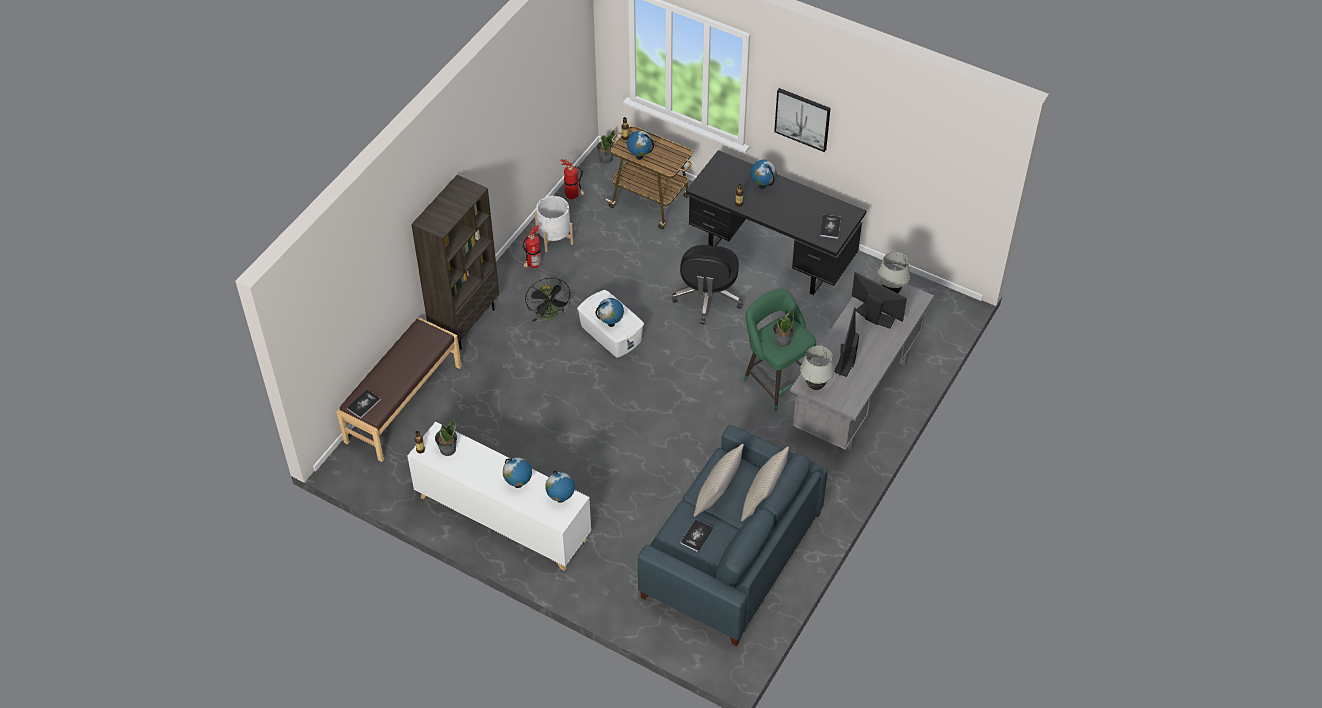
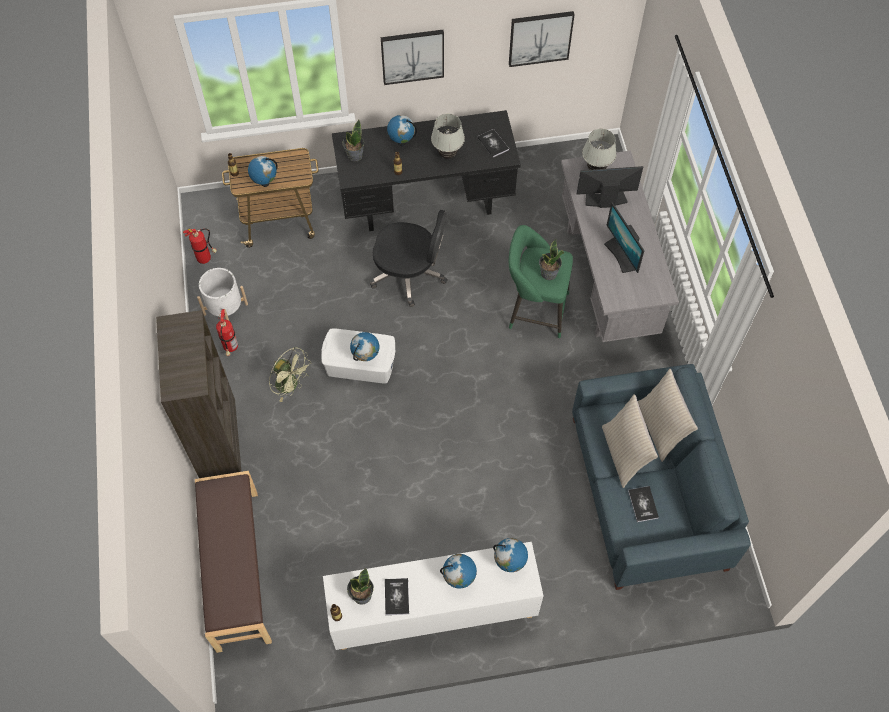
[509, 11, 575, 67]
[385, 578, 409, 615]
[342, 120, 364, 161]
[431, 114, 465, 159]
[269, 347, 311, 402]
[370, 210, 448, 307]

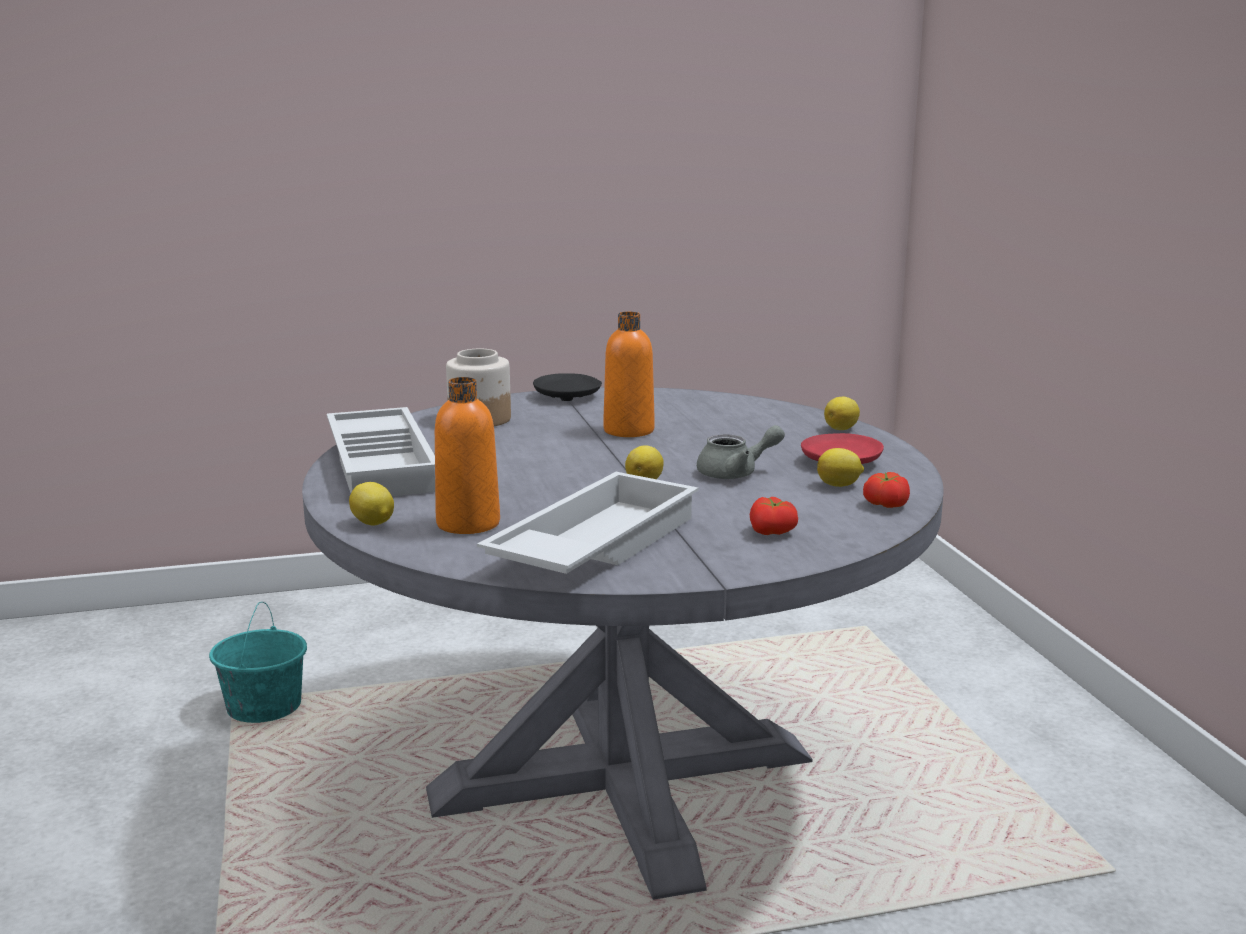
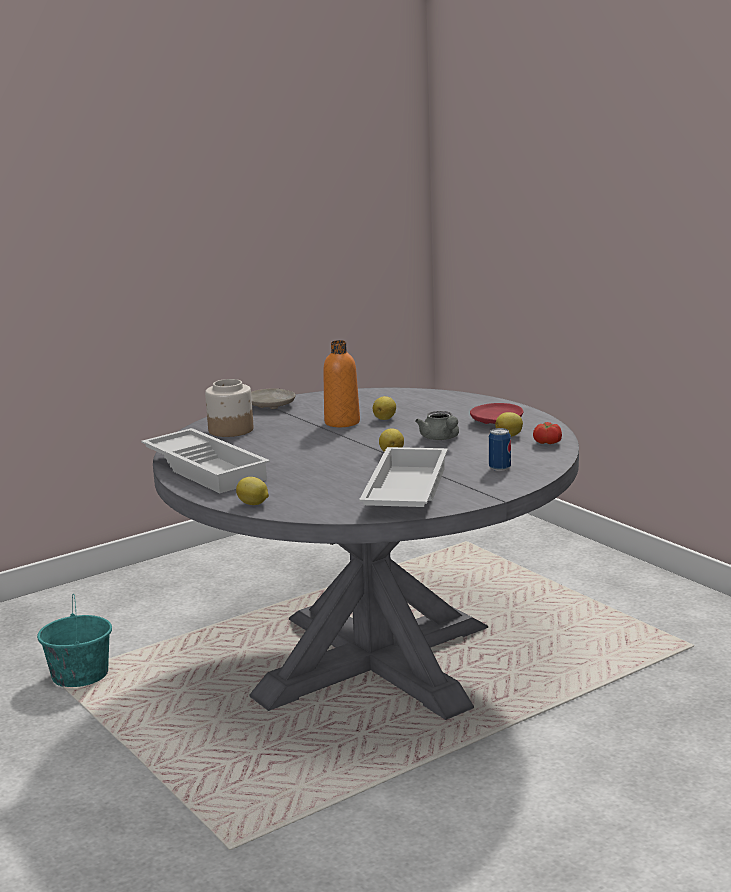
[435, 377, 500, 534] (first image)
[373, 396, 396, 420]
[489, 428, 511, 471]
[251, 388, 296, 409]
[415, 411, 459, 440]

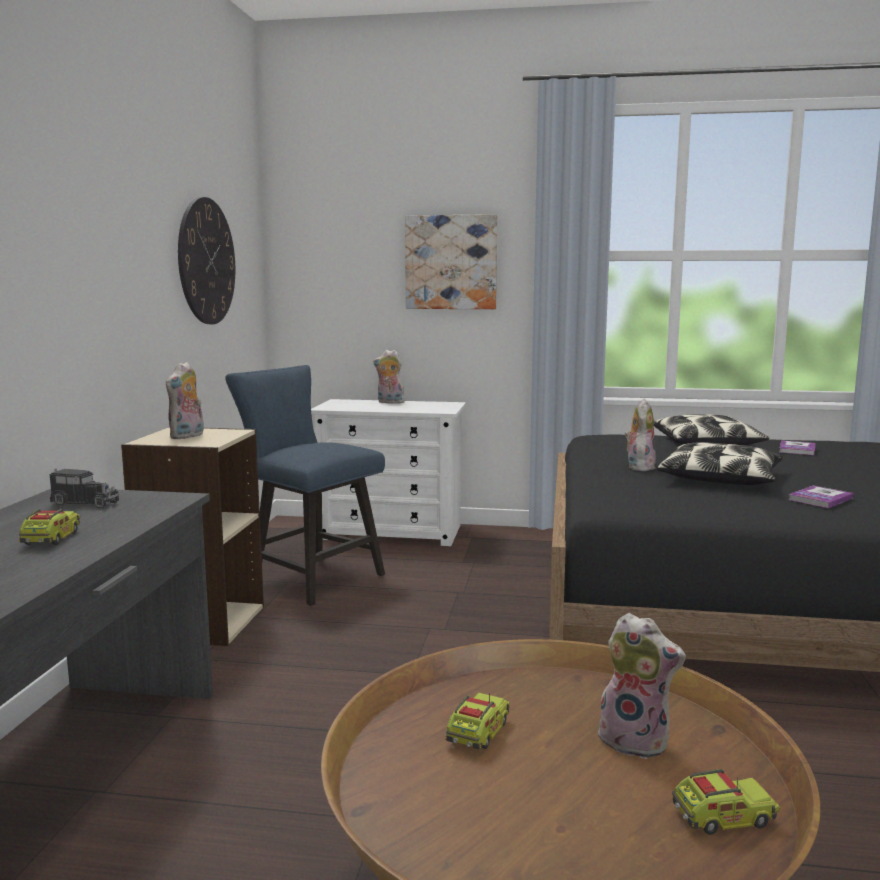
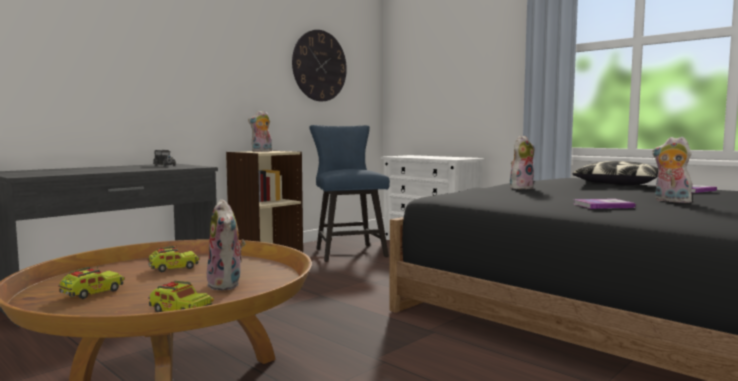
[405, 214, 498, 309] (first image)
[657, 442, 783, 485] (first image)
[58, 264, 125, 299]
[652, 136, 694, 203]

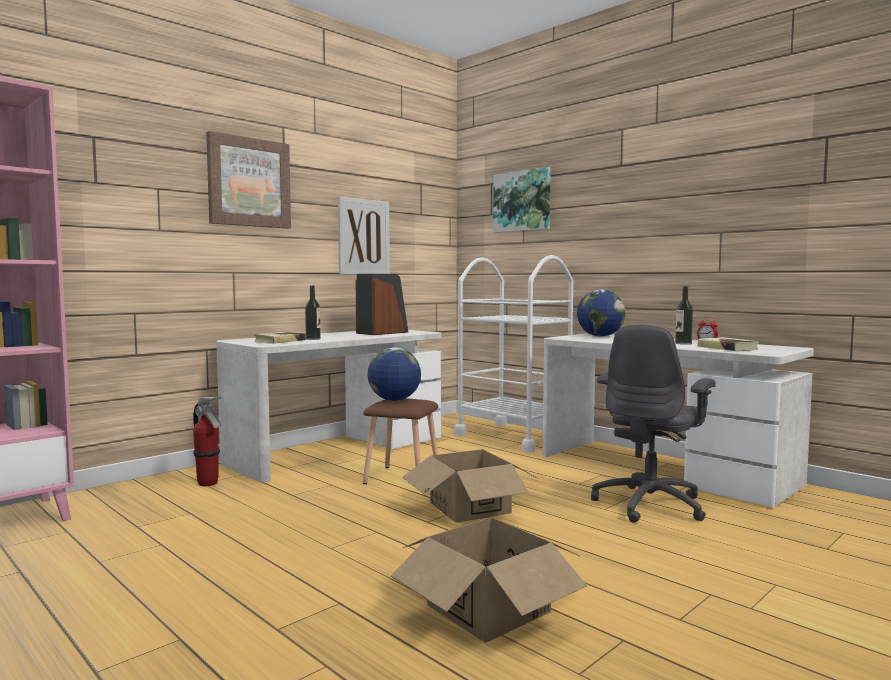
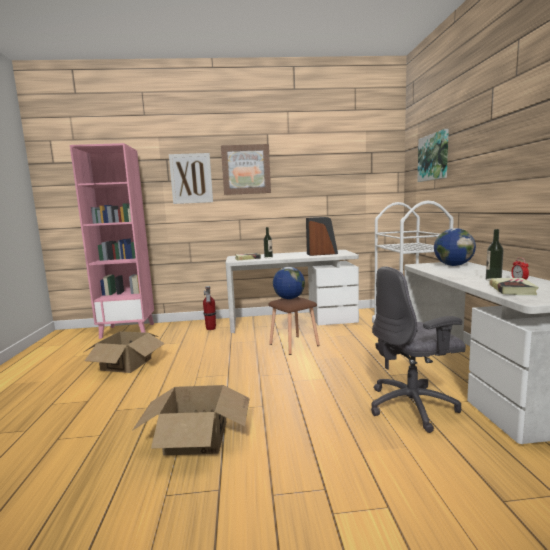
[169, 153, 213, 204]
[84, 331, 165, 373]

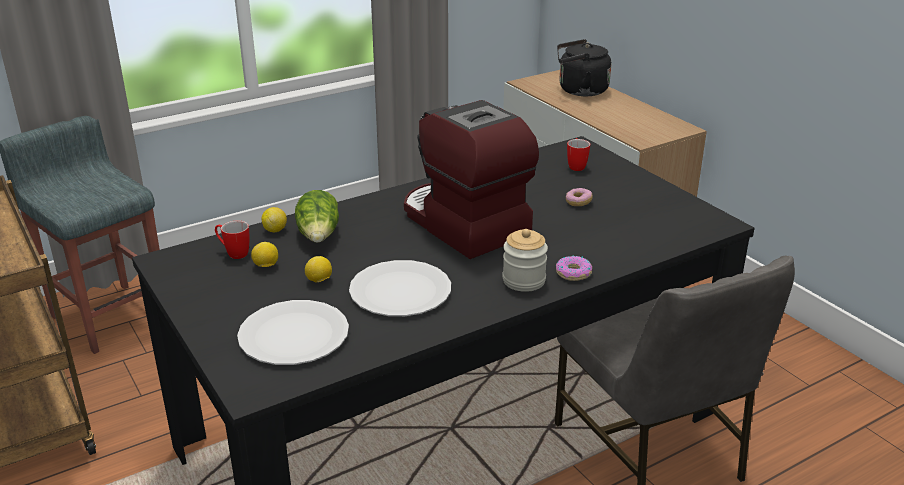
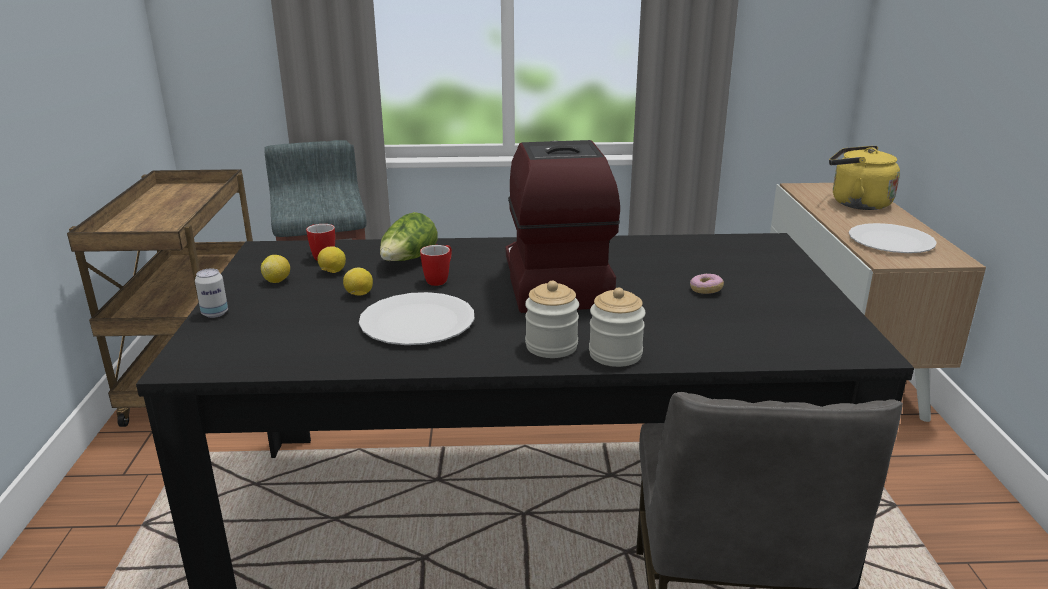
[195, 268, 228, 318]
[849, 223, 937, 253]
[261, 255, 290, 283]
[420, 245, 452, 286]
[589, 287, 646, 367]
[829, 146, 900, 210]

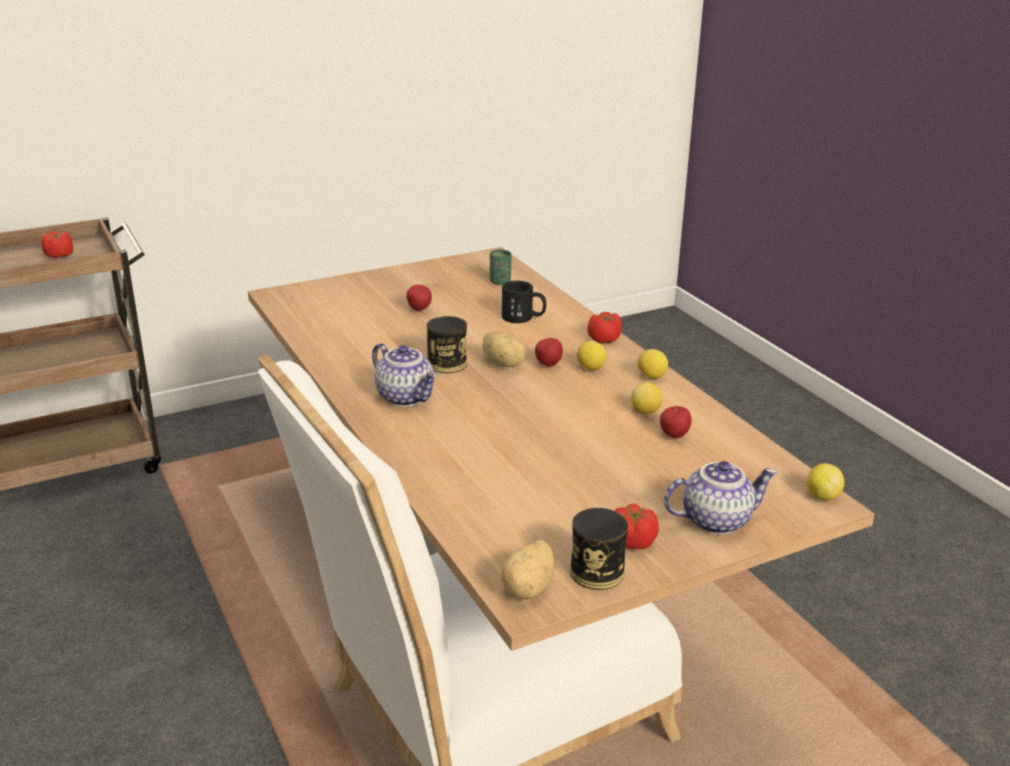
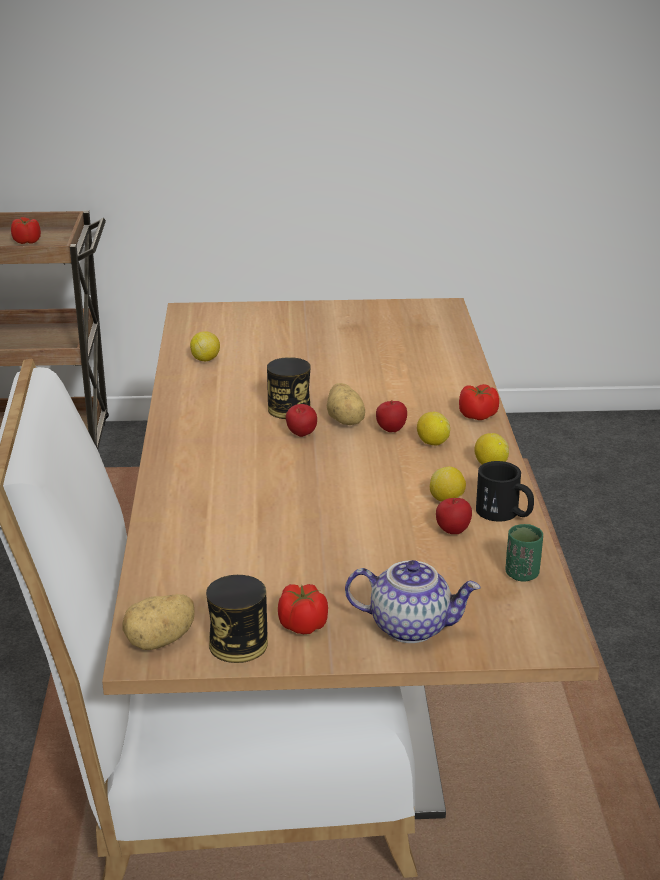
[372, 343, 438, 407] (first image)
[286, 404, 317, 437]
[505, 524, 543, 582]
[476, 461, 534, 521]
[190, 331, 220, 361]

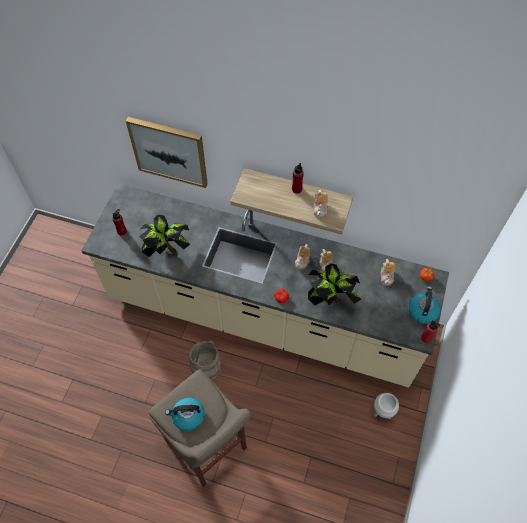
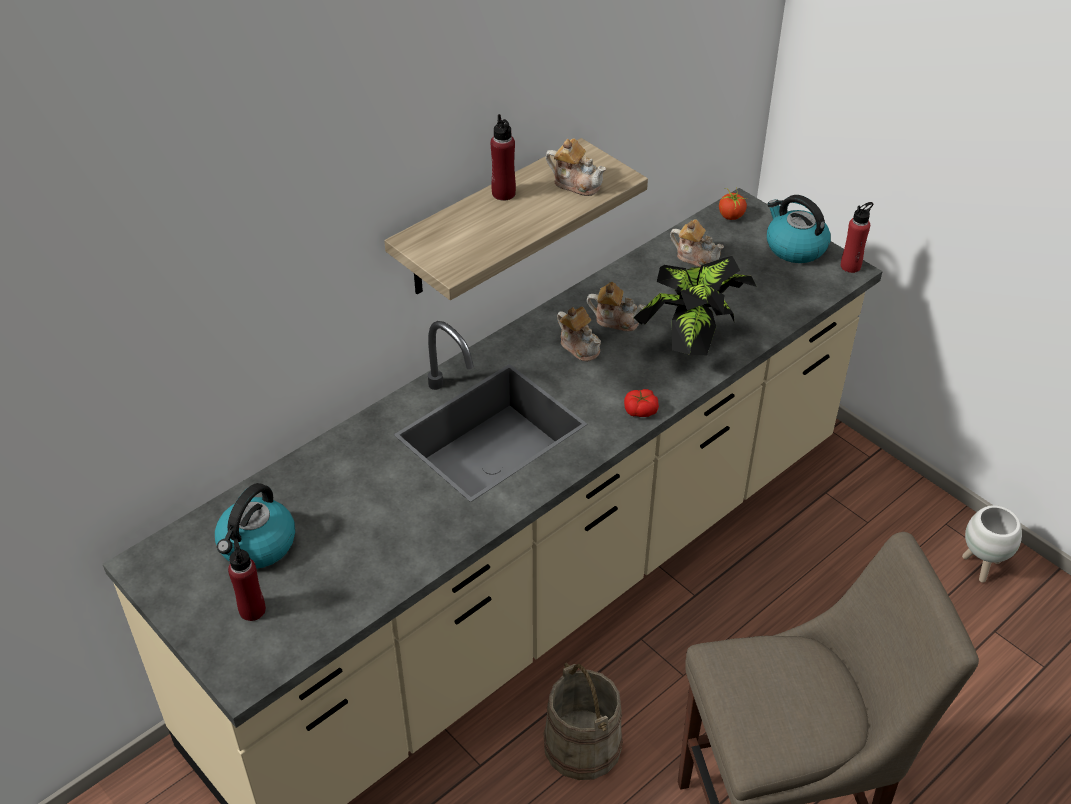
[126, 117, 208, 188] (first image)
[139, 215, 190, 257] (first image)
[215, 483, 295, 569]
[962, 505, 1022, 583]

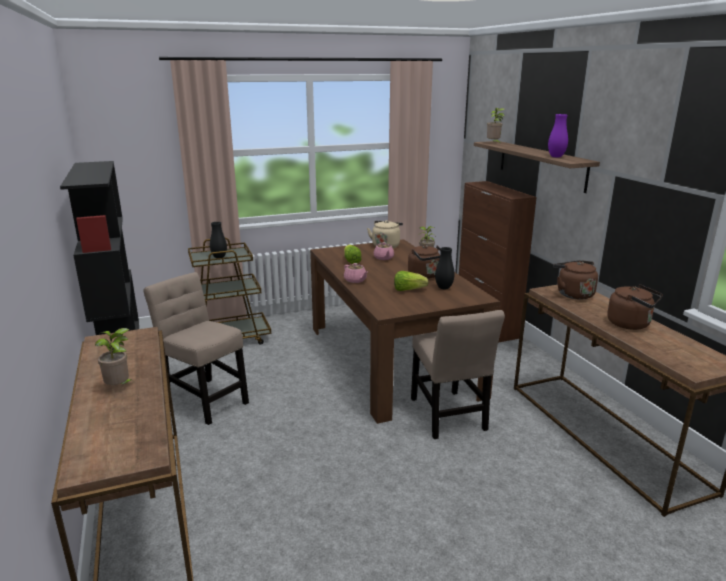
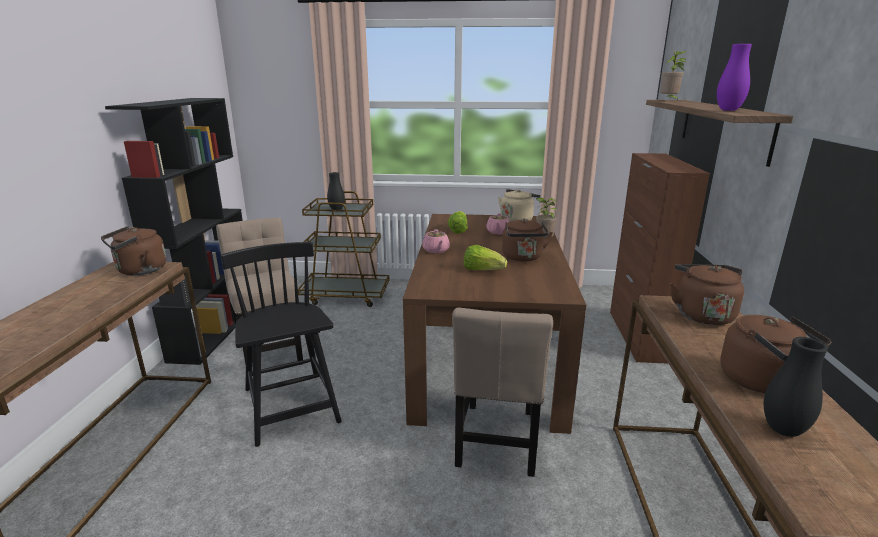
[95, 328, 131, 385] (first image)
[101, 226, 166, 275]
[221, 242, 342, 447]
[764, 337, 828, 437]

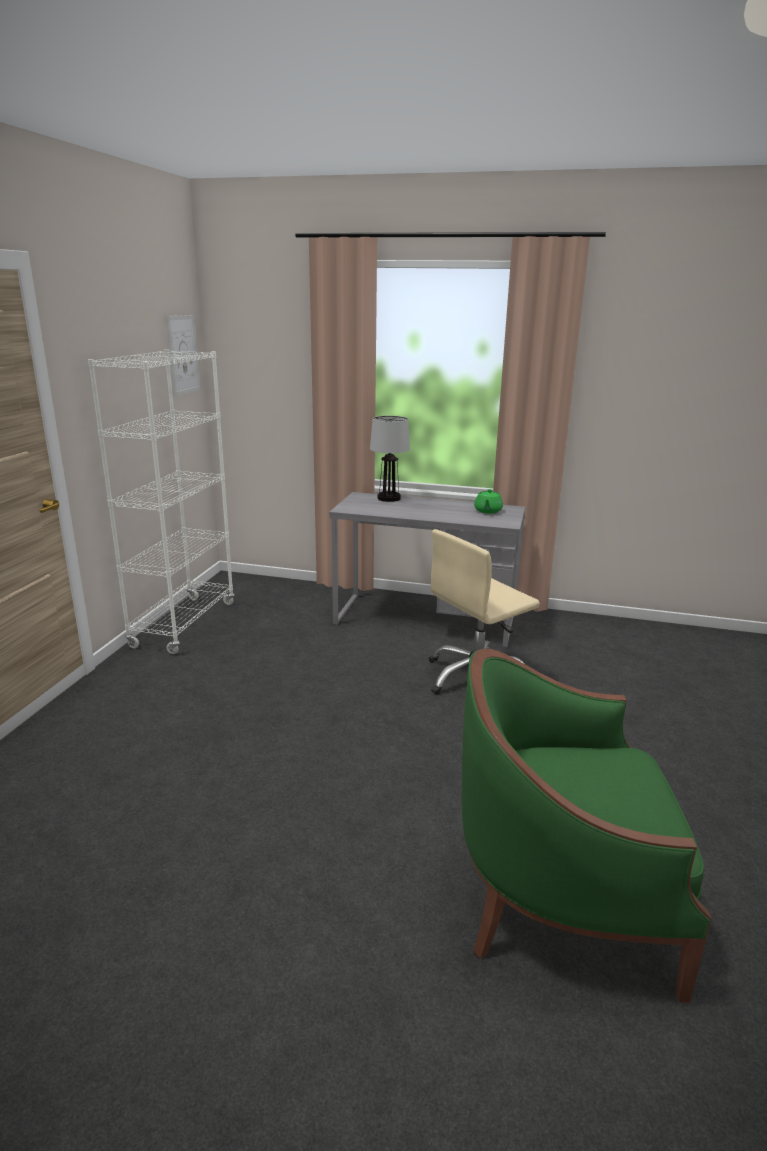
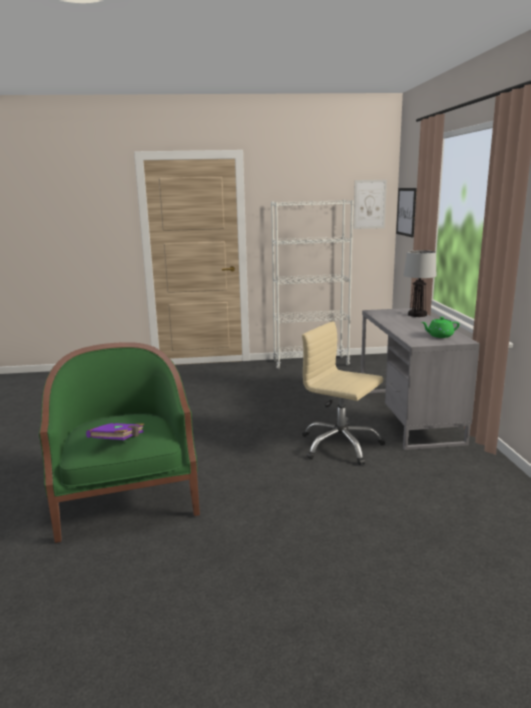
[86, 423, 144, 440]
[396, 188, 417, 237]

